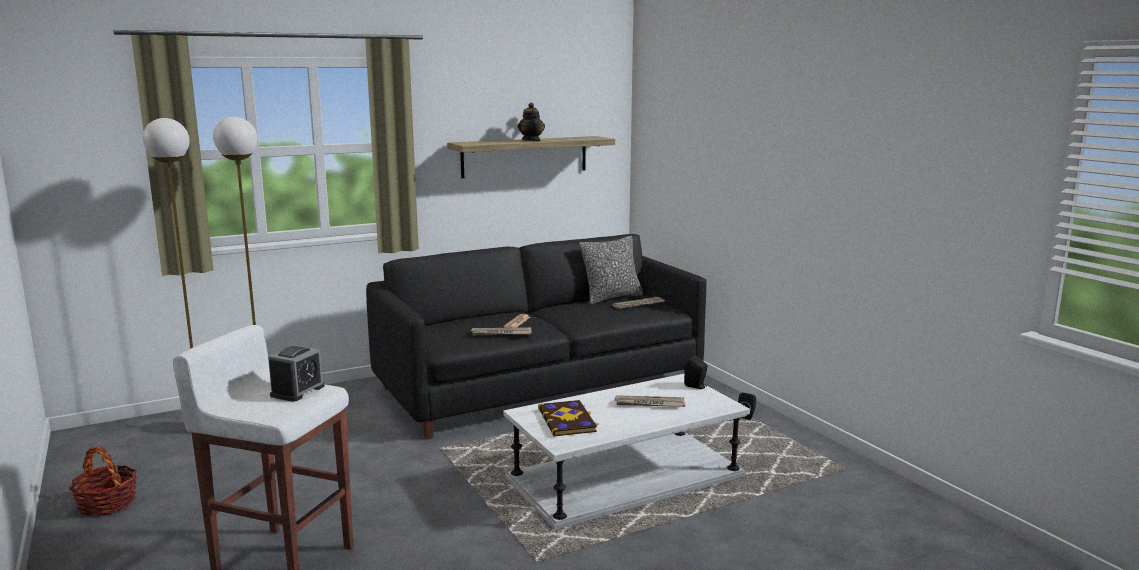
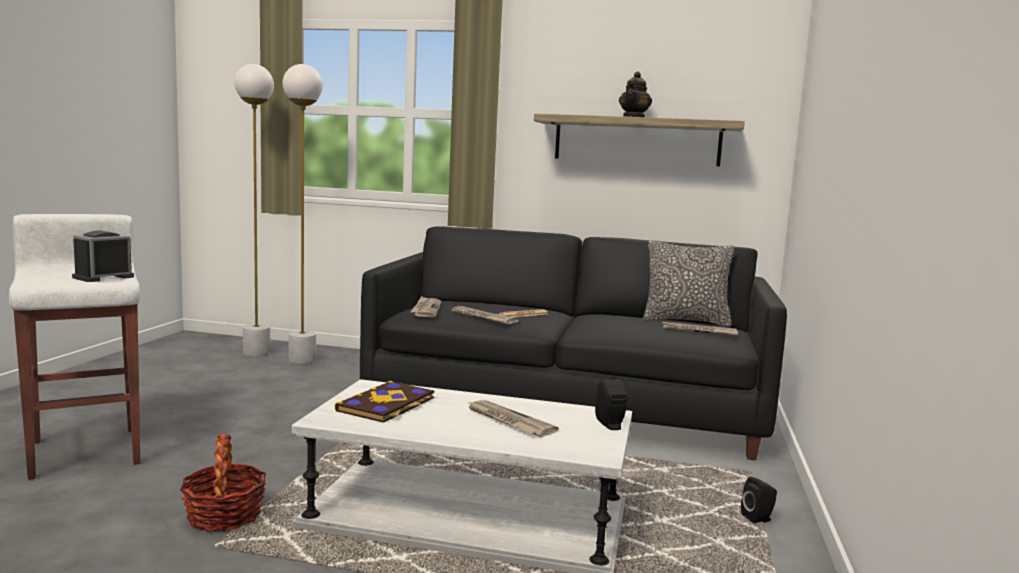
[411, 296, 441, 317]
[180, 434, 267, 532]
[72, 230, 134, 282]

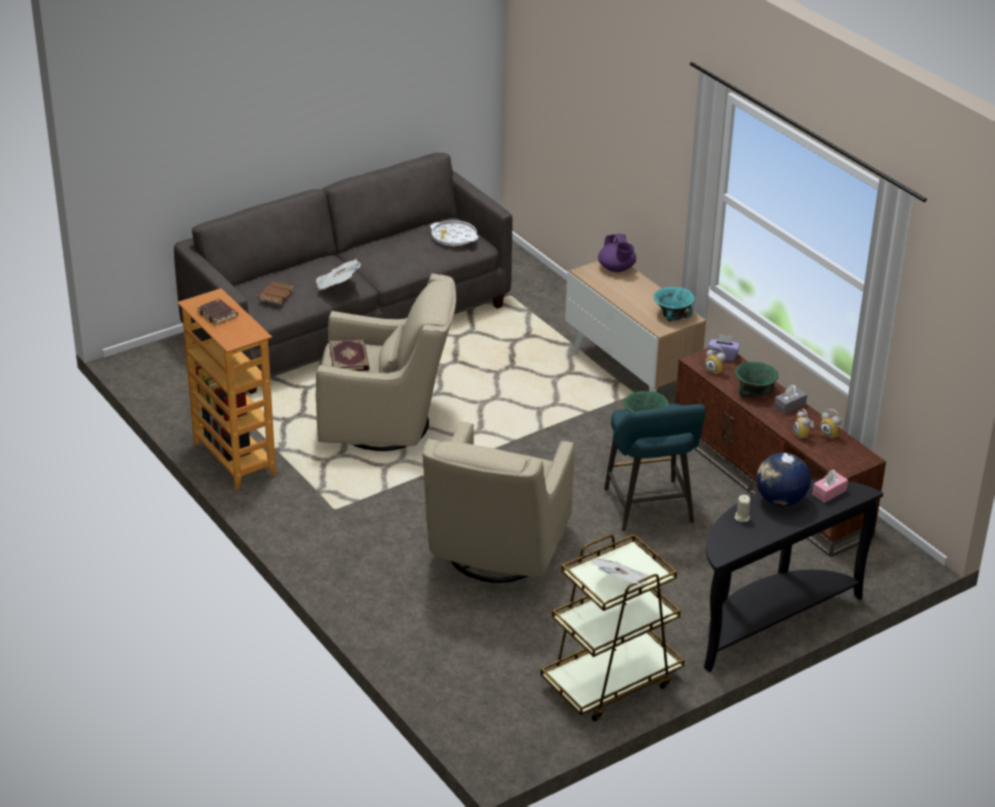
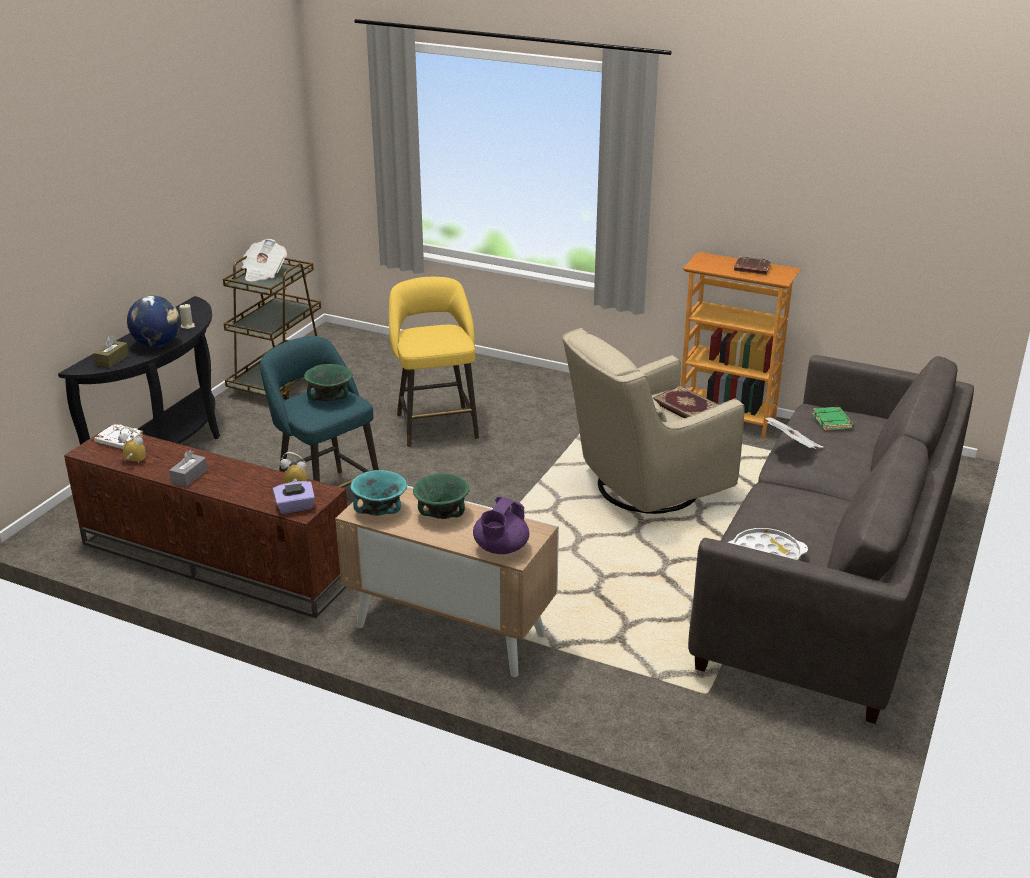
[794, 409, 814, 440] (first image)
[94, 424, 144, 449]
[413, 473, 470, 519]
[389, 277, 479, 448]
[812, 407, 854, 431]
[94, 335, 129, 368]
[473, 496, 529, 554]

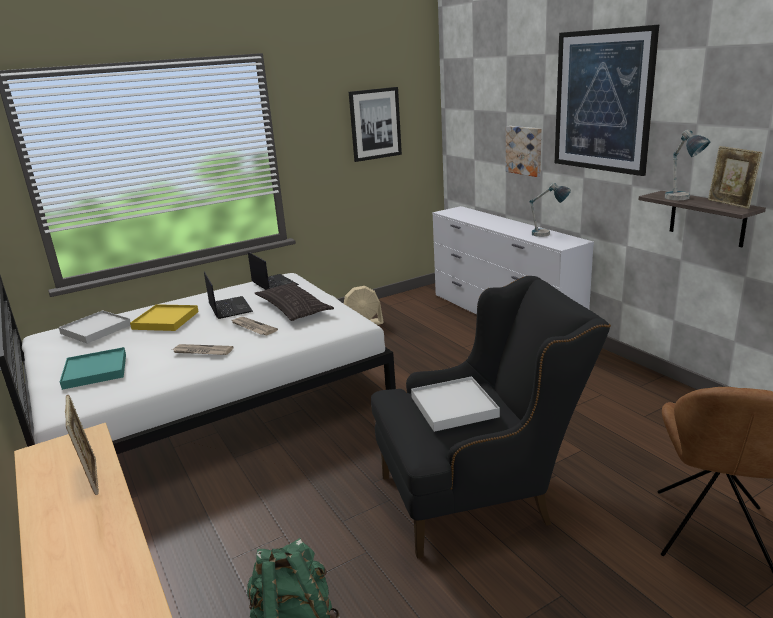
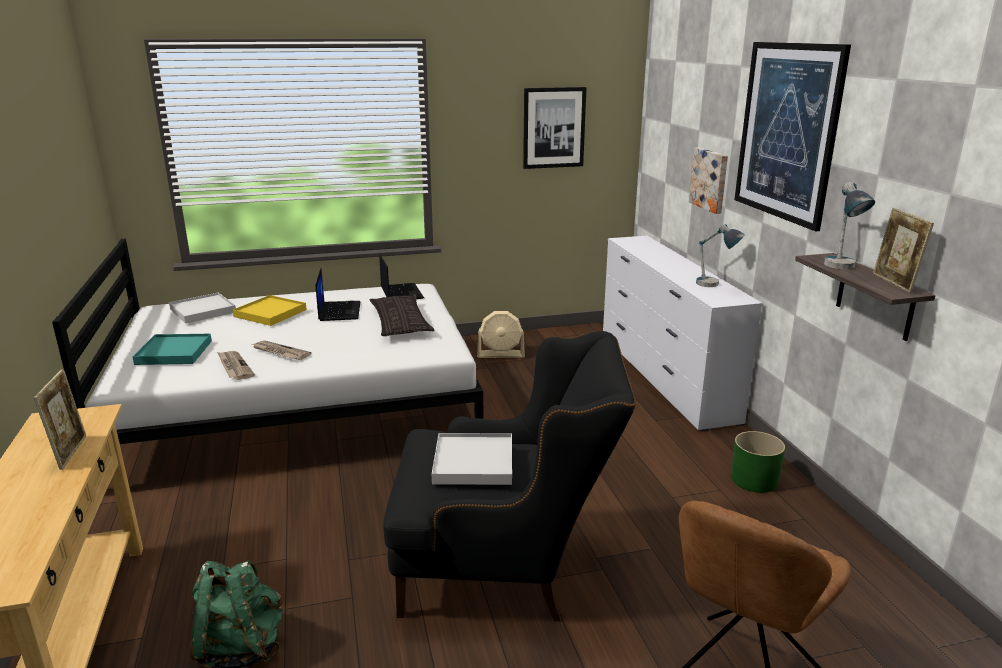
[731, 431, 785, 493]
[217, 351, 255, 380]

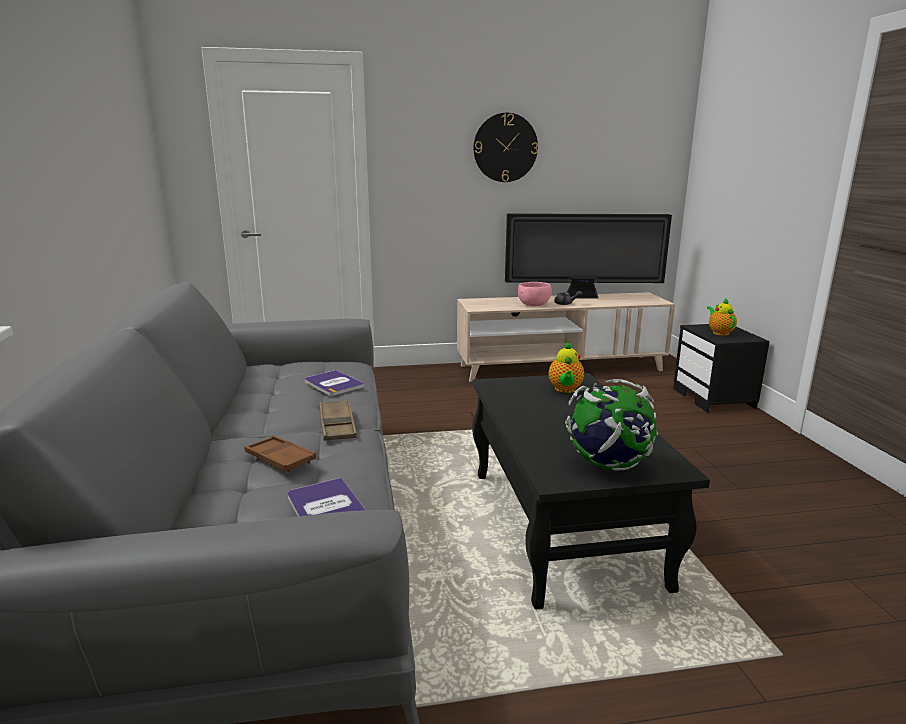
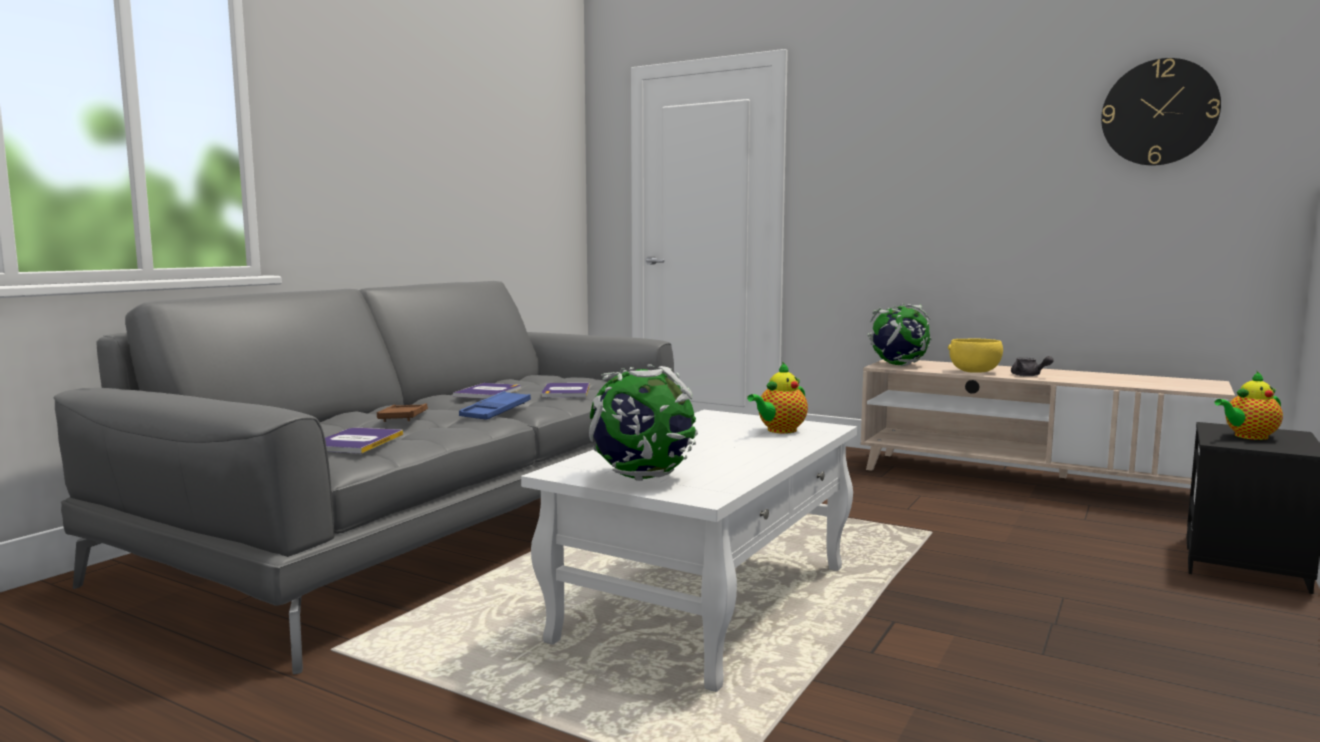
[505, 213, 672, 299] (first image)
[453, 383, 521, 399]
[868, 304, 932, 366]
[1101, 58, 1221, 165]
[459, 391, 531, 420]
[521, 410, 857, 692]
[948, 339, 1003, 373]
[1214, 371, 1283, 440]

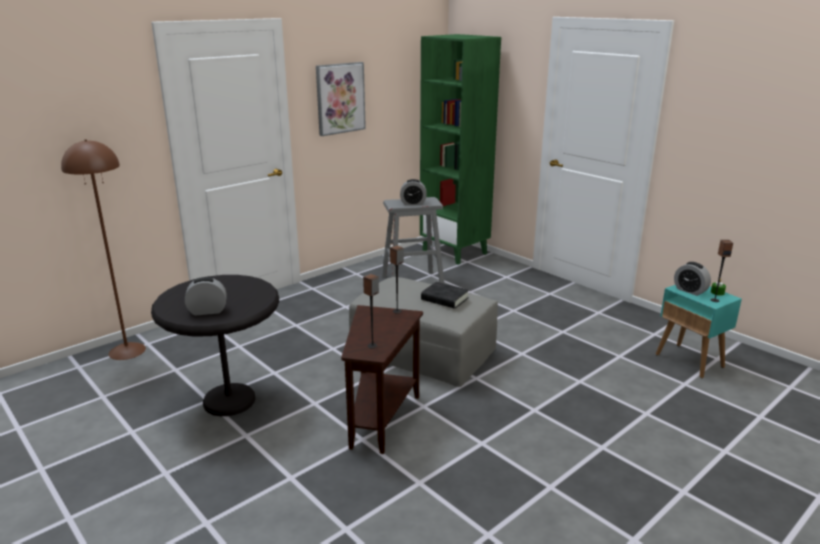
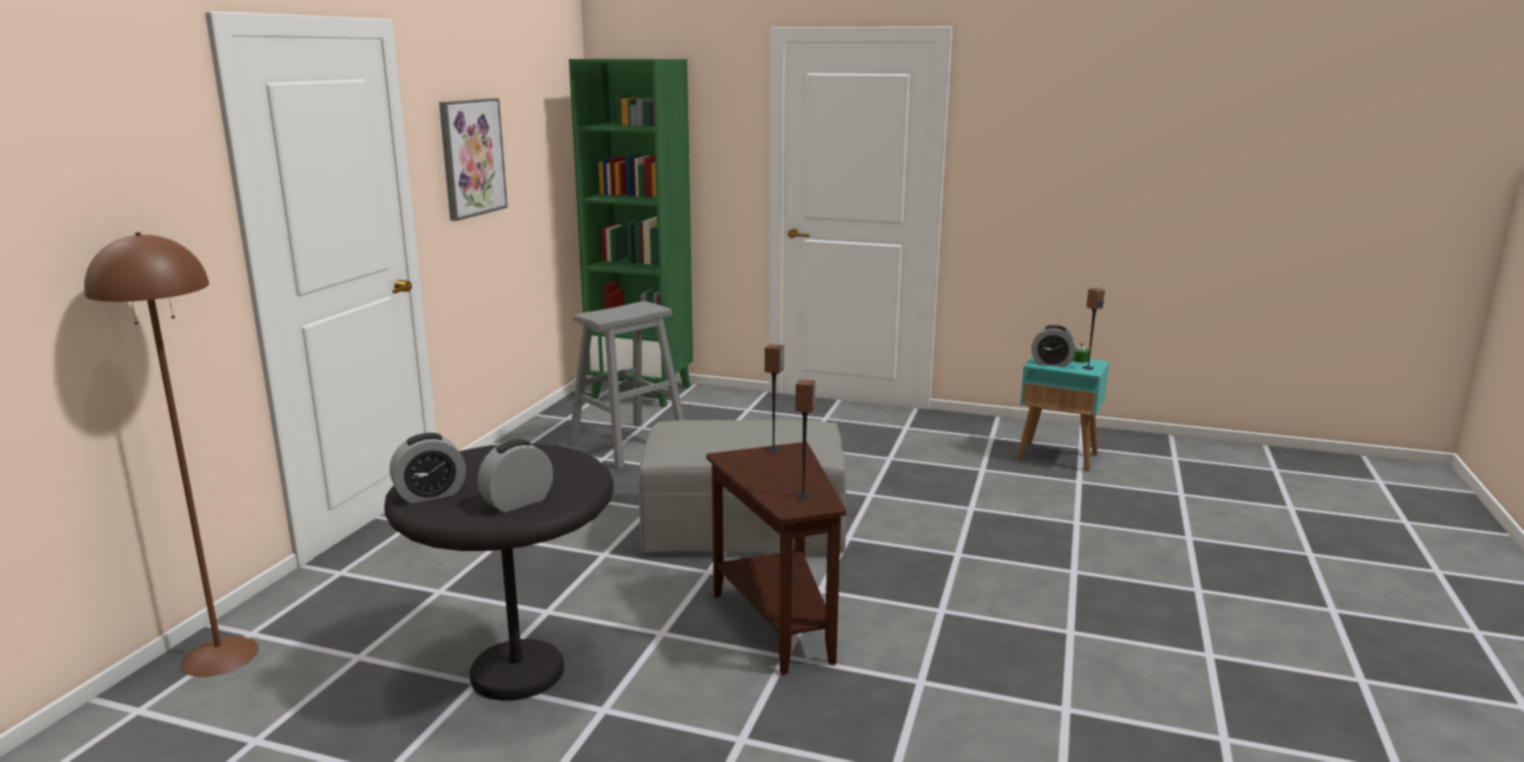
[421, 282, 469, 309] (first image)
[390, 433, 466, 504]

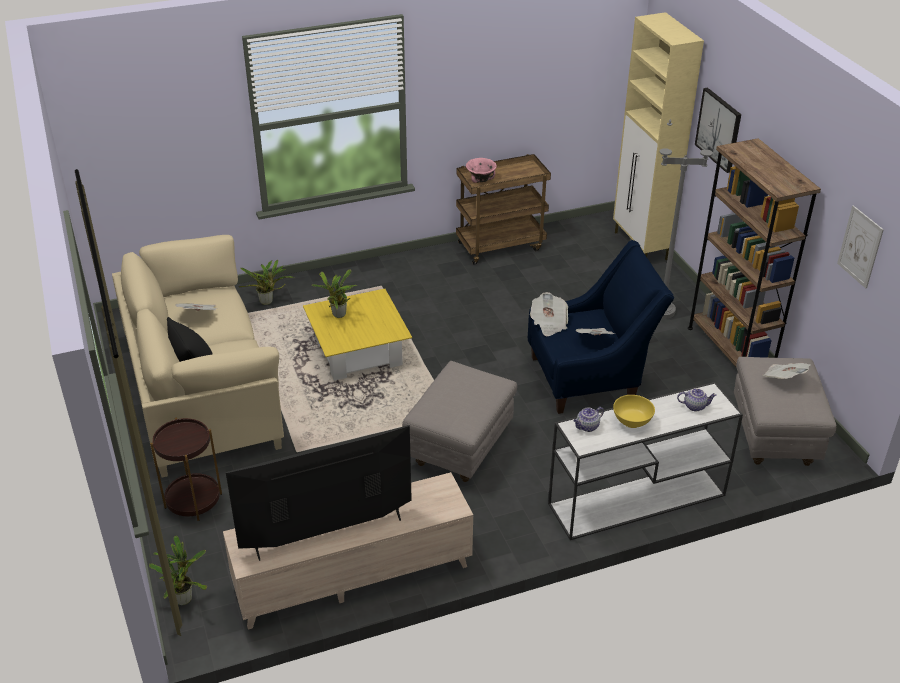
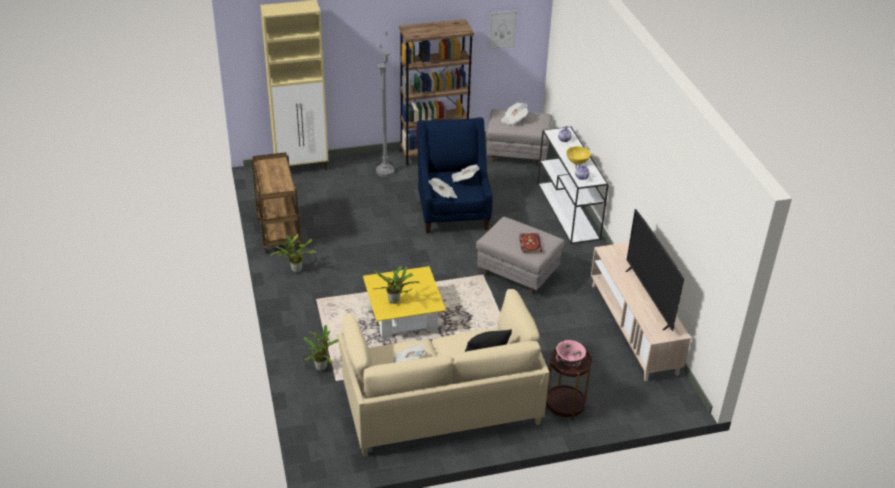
[695, 87, 741, 173] (first image)
[519, 233, 542, 253]
[270, 234, 316, 273]
[556, 340, 586, 367]

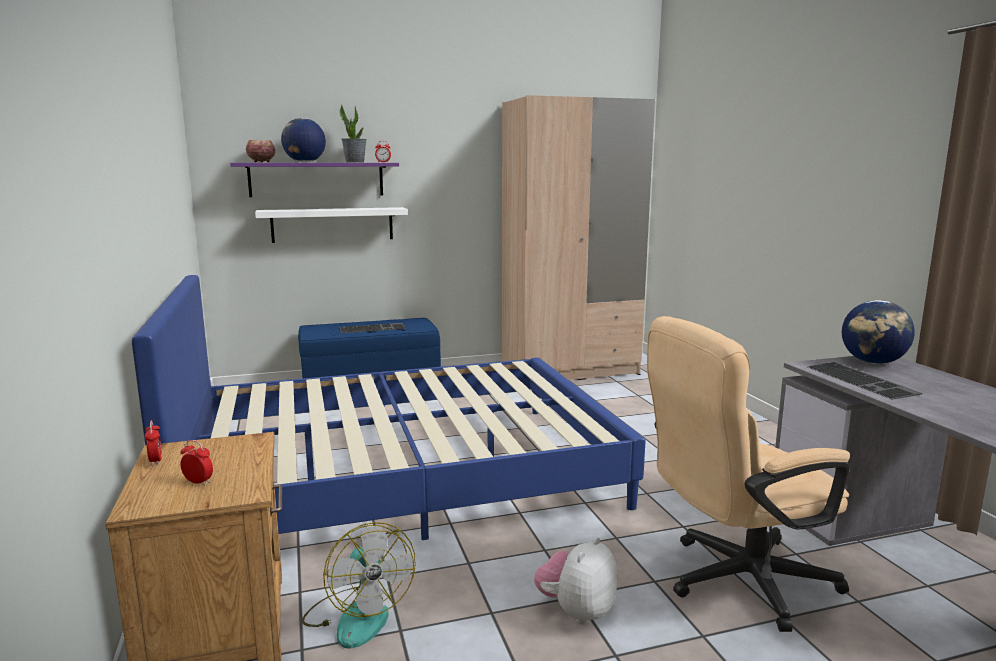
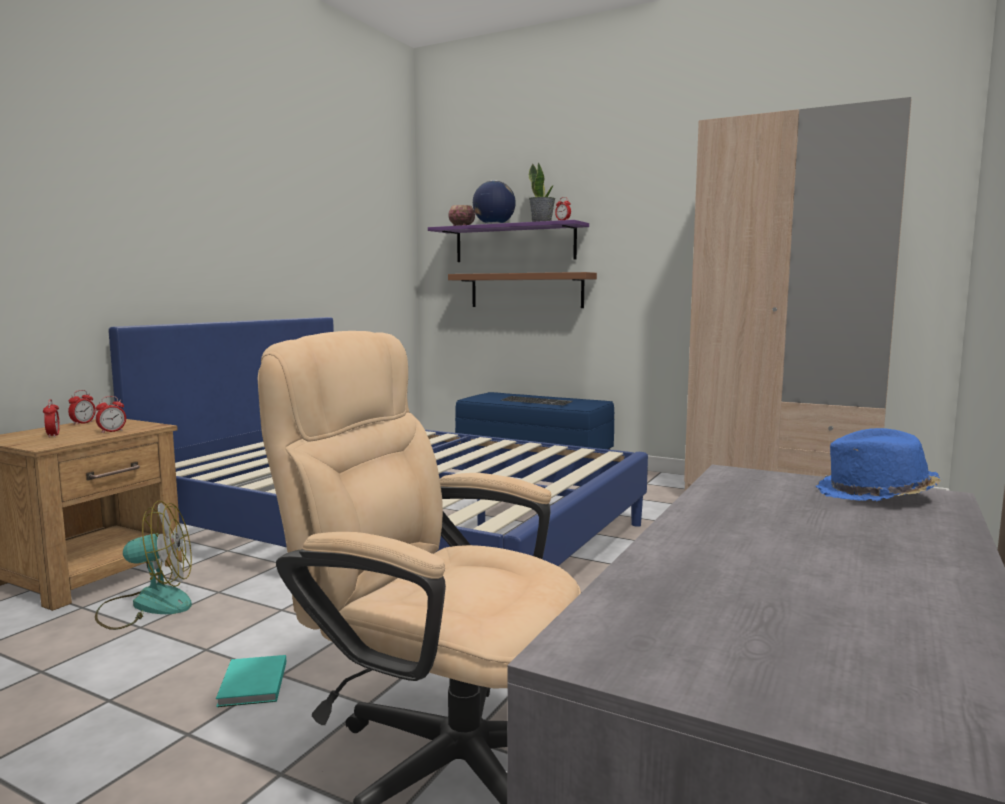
[807, 362, 922, 399] (first image)
[96, 396, 126, 433]
[216, 655, 286, 707]
[816, 428, 941, 502]
[448, 272, 597, 308]
[95, 501, 192, 630]

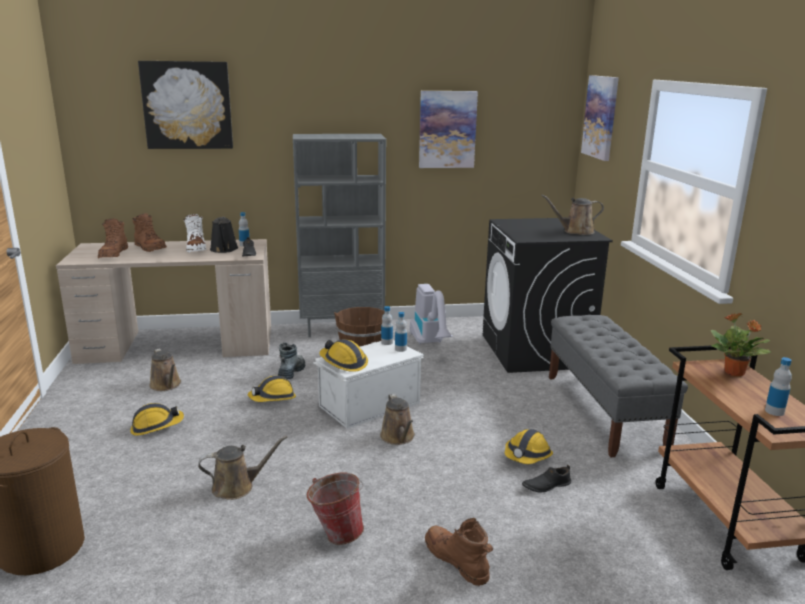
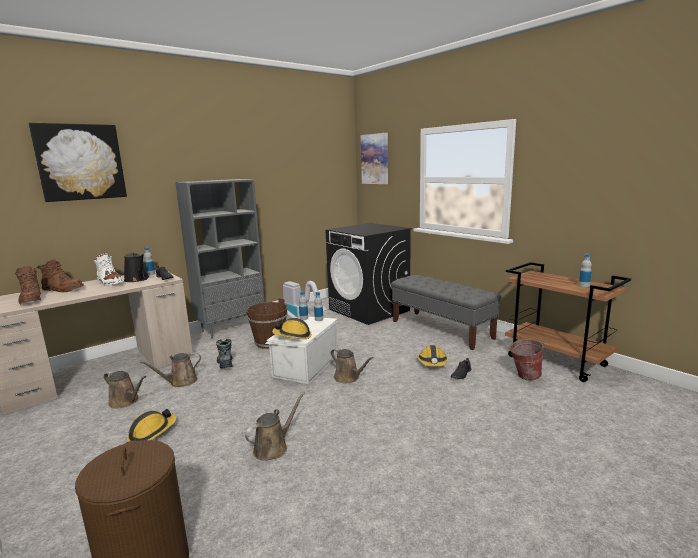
[248, 376, 296, 402] (first image)
[419, 91, 478, 168] (first image)
[425, 518, 493, 586] (first image)
[711, 313, 771, 376] (first image)
[508, 339, 545, 380]
[140, 352, 201, 387]

